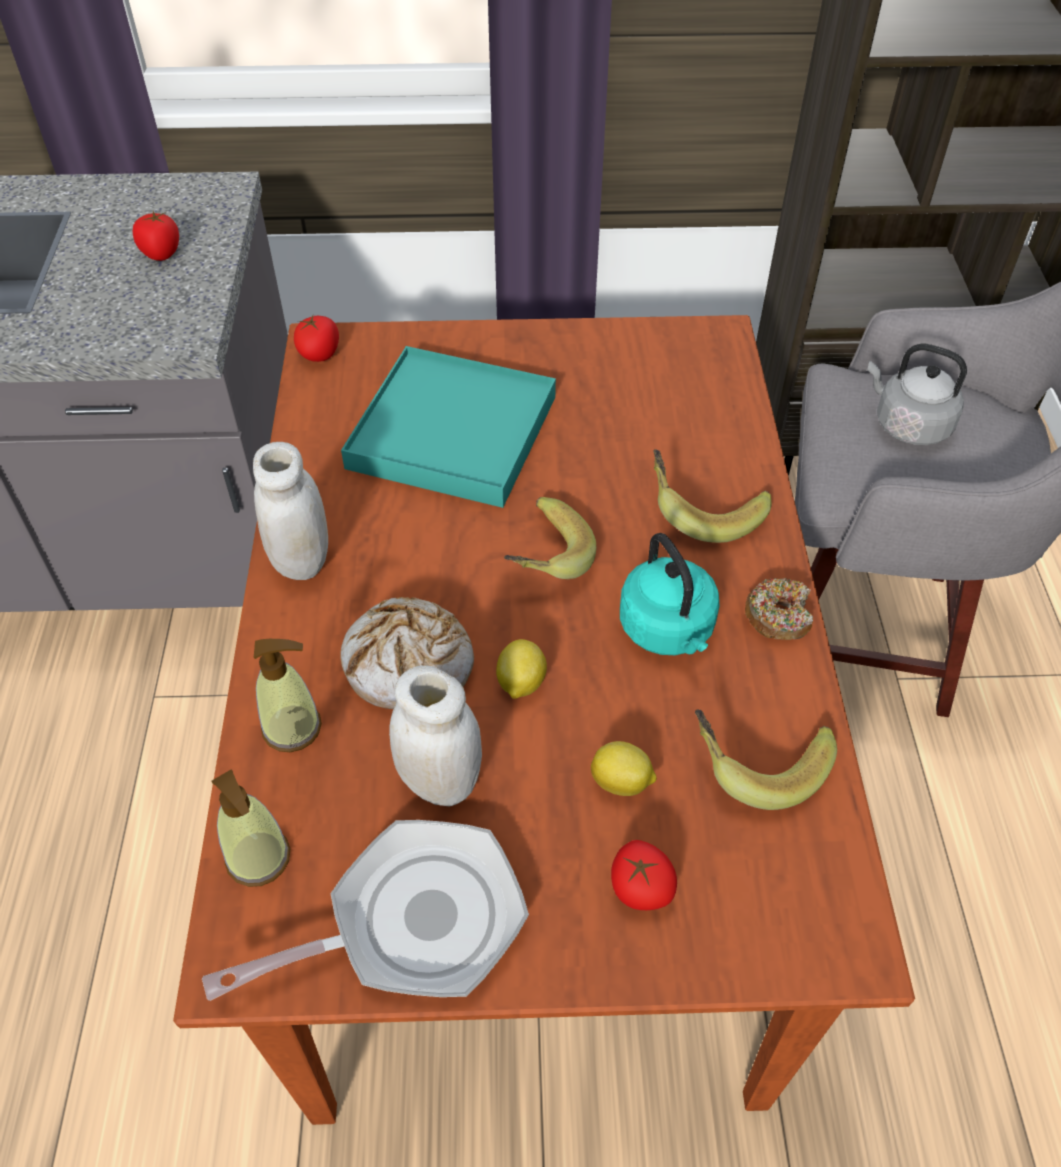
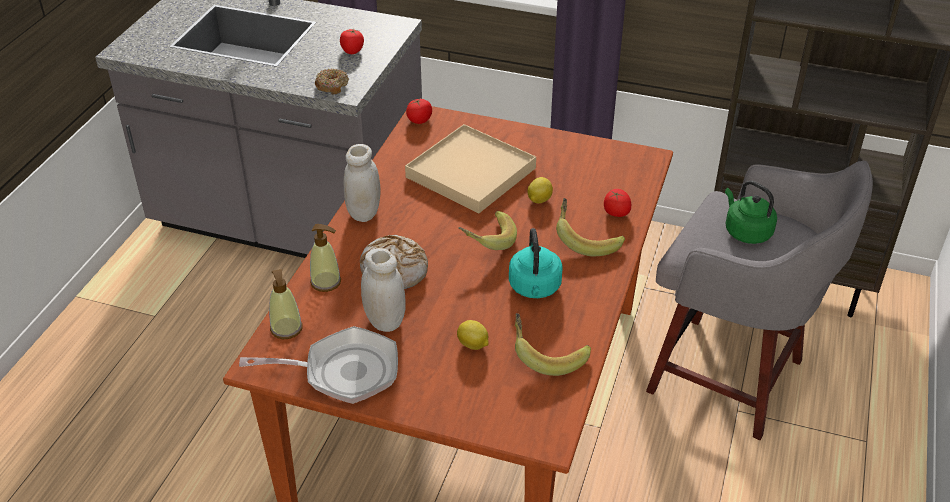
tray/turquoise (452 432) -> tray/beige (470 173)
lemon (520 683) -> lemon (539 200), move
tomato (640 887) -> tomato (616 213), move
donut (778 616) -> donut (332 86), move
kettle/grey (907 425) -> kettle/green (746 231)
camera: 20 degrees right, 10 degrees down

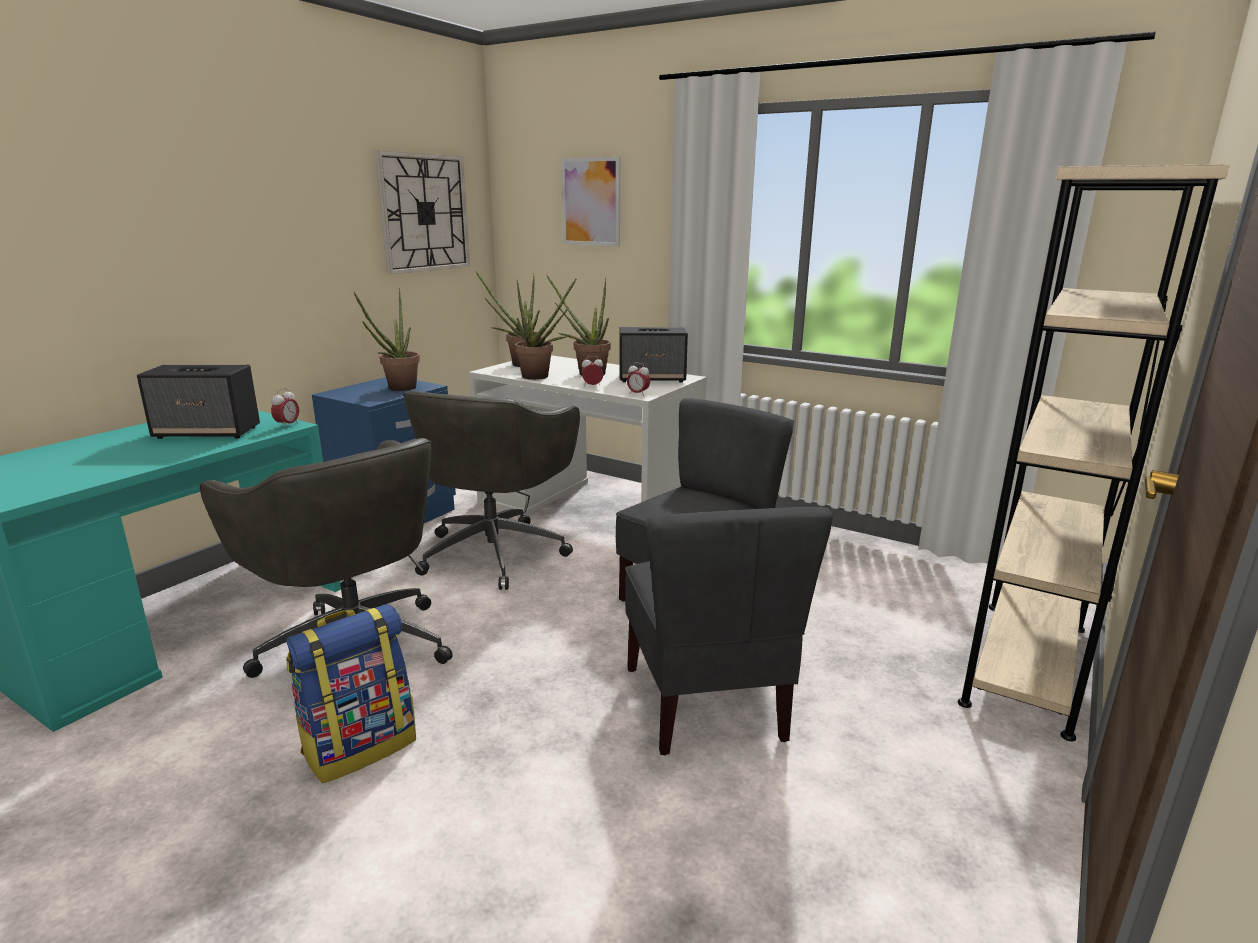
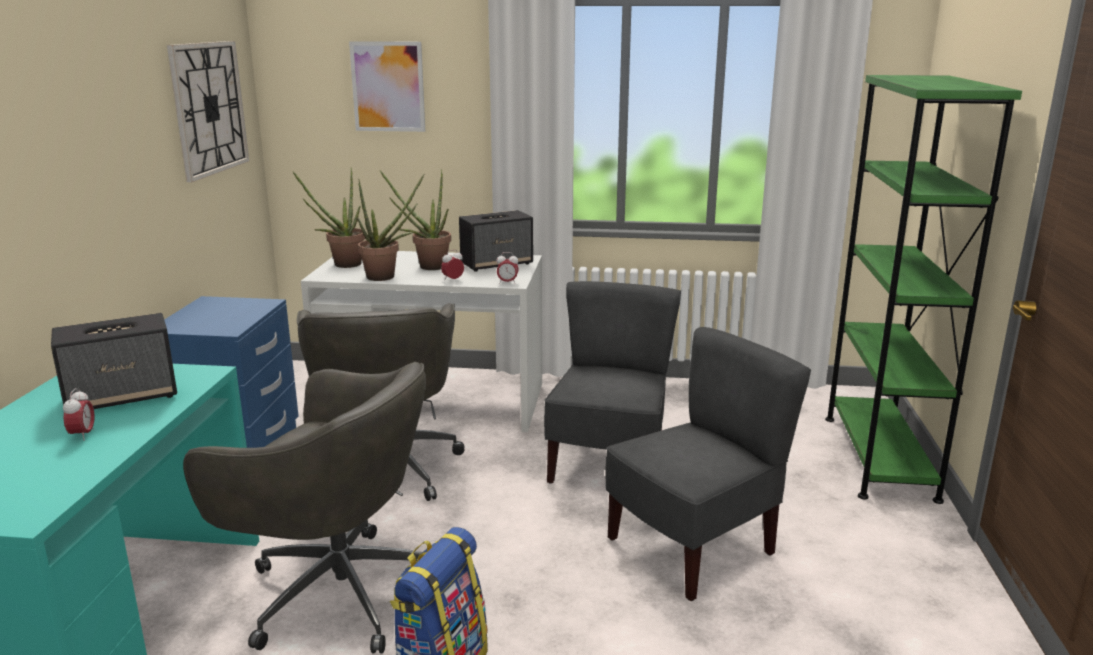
alarm clock (287 425) -> alarm clock (83 435), move
potted plant (397 389) -> none
chair/grey (707 703) -> chair/grey (693 548), 90 degrees counterclockwise
bookcase/beige (1026 663) -> bookcase/green (879 456)
camera: 25 degrees left, 0 degrees up

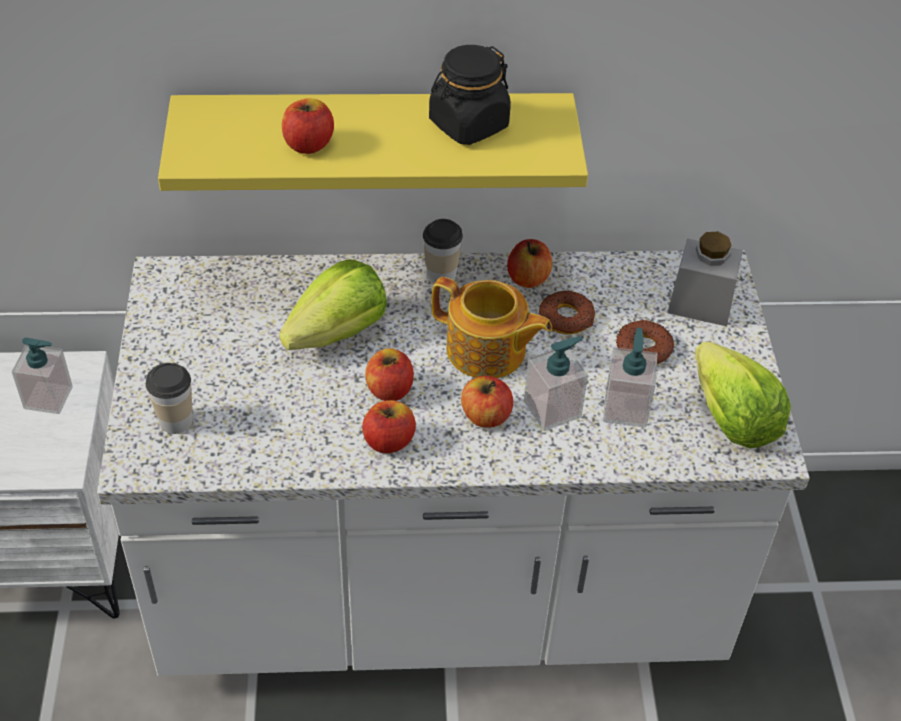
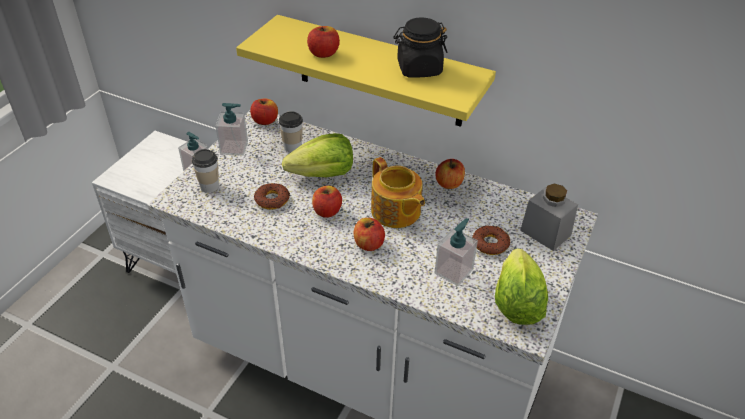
apple (388 441) -> apple (265 121), move
cup (441 275) -> cup (292 147), move
soap dispenser (552 409) -> soap dispenser (234 148), move
donut (566 318) -> donut (272 200), move
camera: 30 degrees right, 5 degrees down

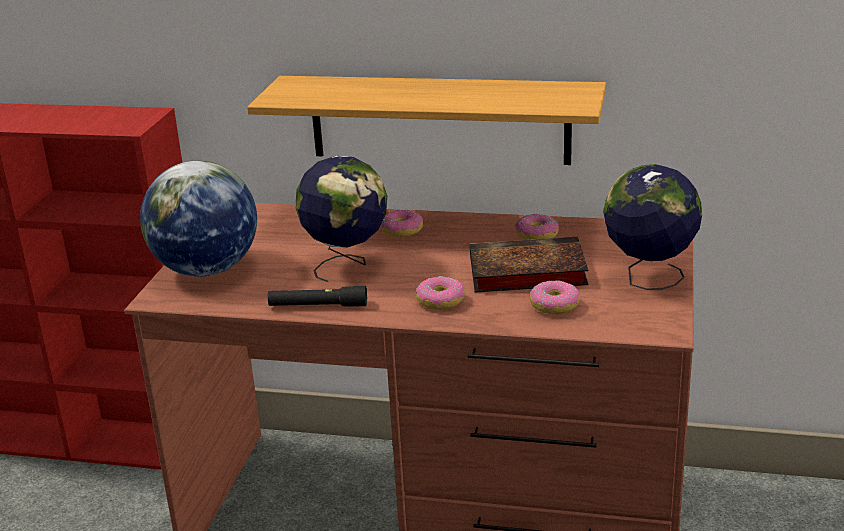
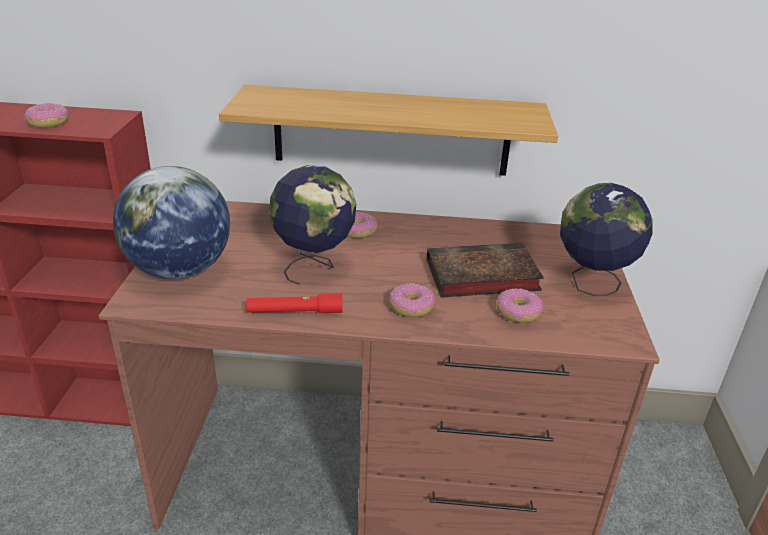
flashlight/black (318 306) -> flashlight/red (295 312)
donut (537 236) -> donut (49 123), move
camera: 10 degrees left, 5 degrees up

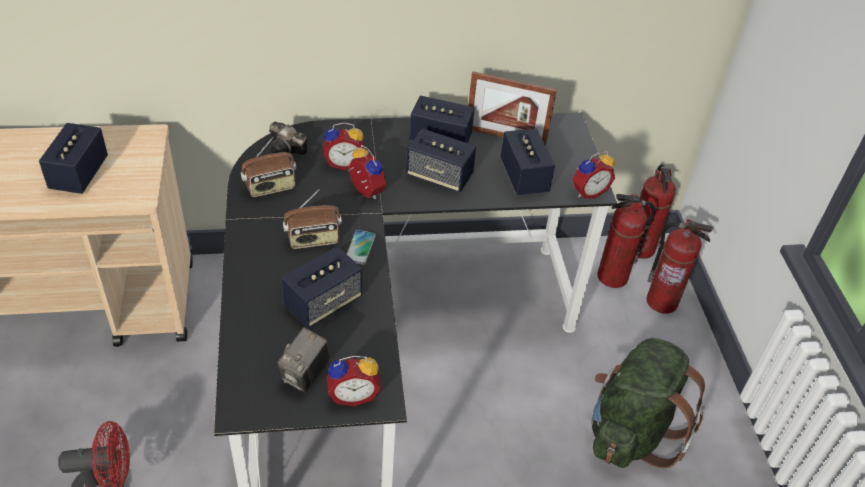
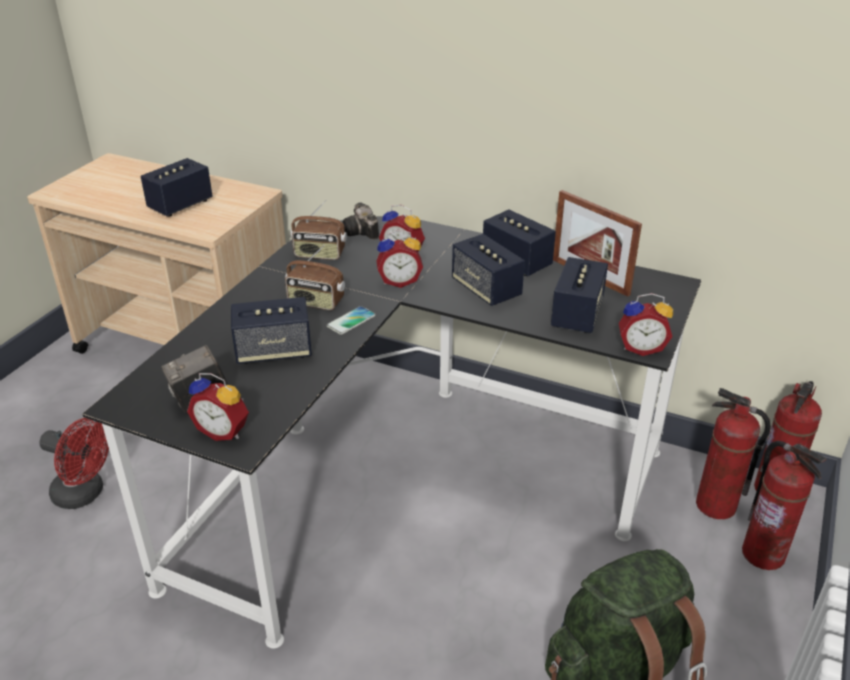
alarm clock (364 192) -> alarm clock (399 281), 90 degrees clockwise
camera: 35 degrees right, 10 degrees down

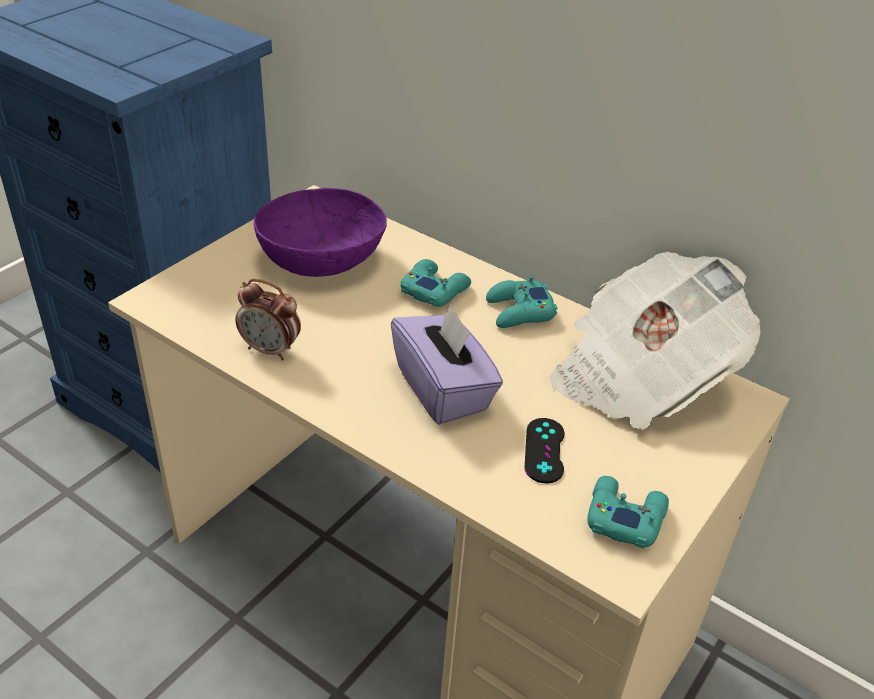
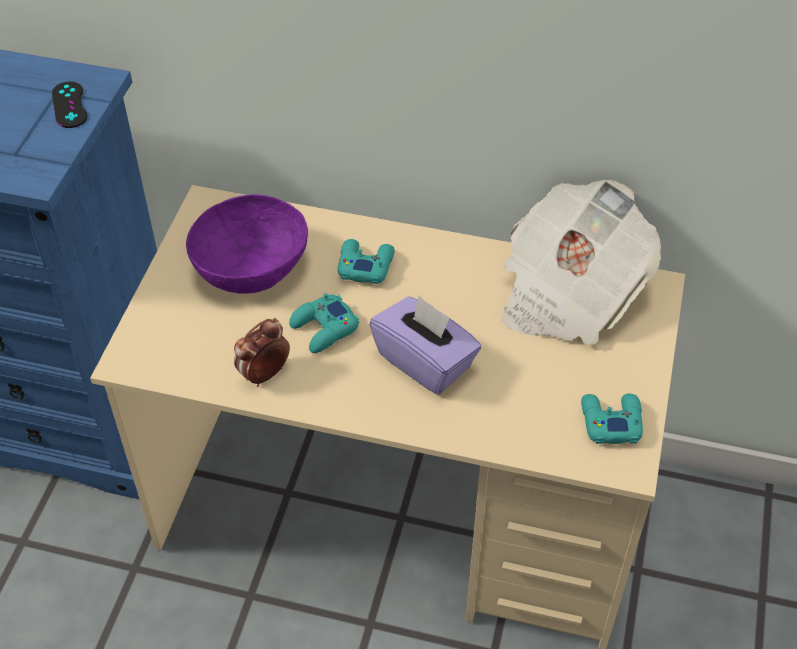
alarm clock (271 350) -> alarm clock (264 374), 135 degrees clockwise
game controller/turquoise (519 311) -> game controller/turquoise (324 329), move
game controller/black (544 450) -> game controller/black (69 105), move
camera: 20 degrees left, 10 degrees up

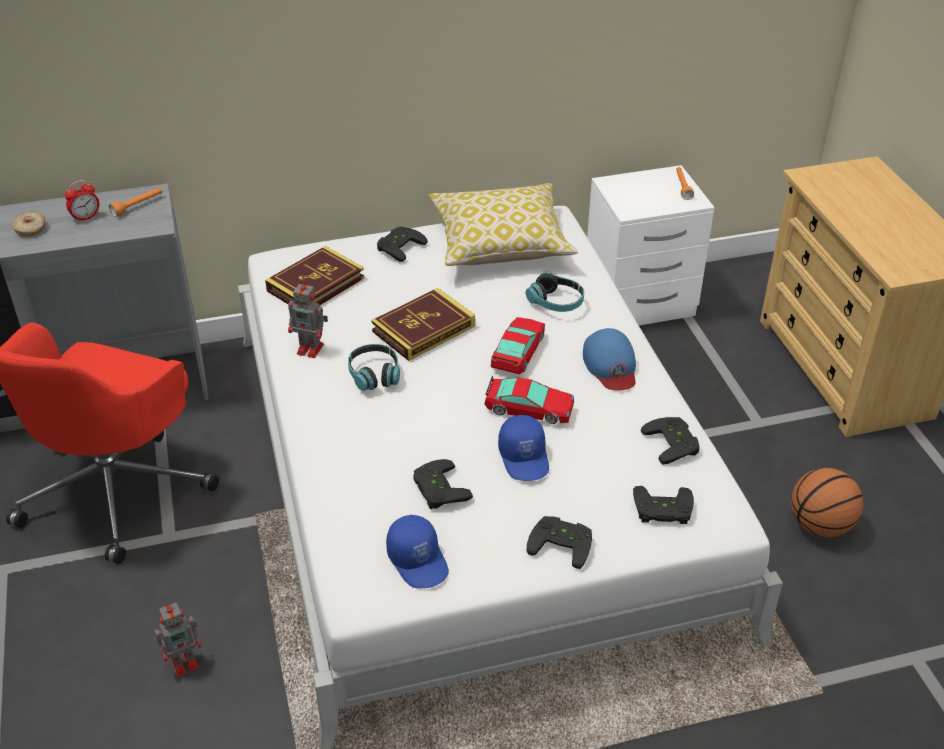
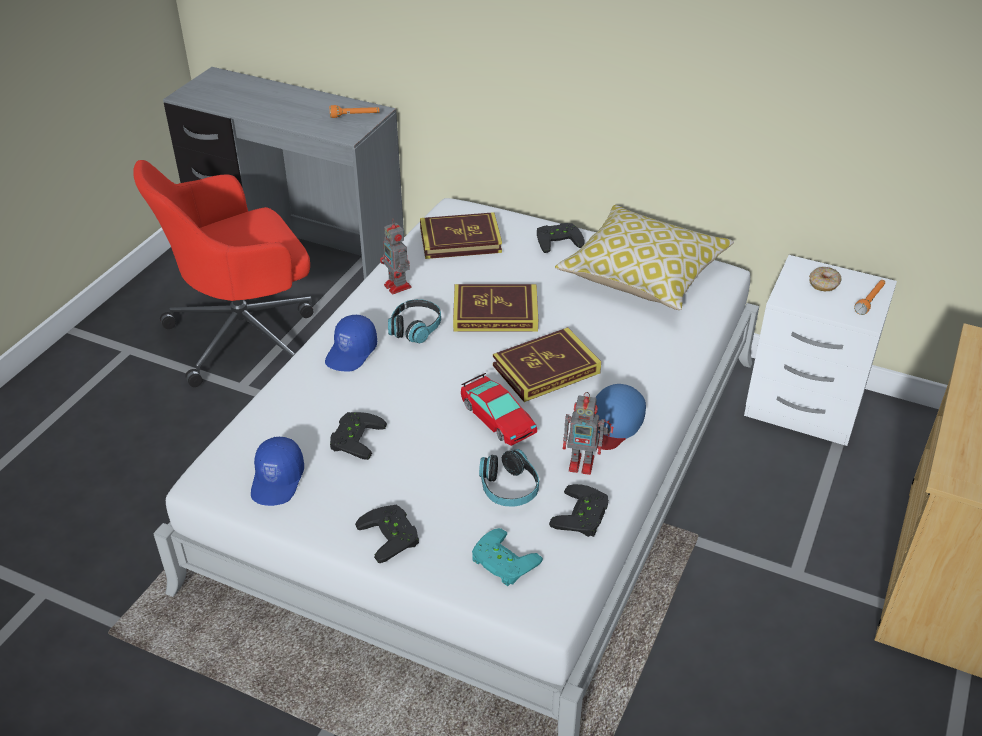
donut (31 229) -> donut (824 284), move
alarm clock (86 217) -> none
toy robot (185 662) -> toy robot (583 464), move
toy car (518 352) -> book (546 369)
cap/blue (525 457) -> cap/blue (352 353), move
headphones (556 302) -> headphones (509 488), move
game controller/black (662 511) -> game controller/turquoise (501 563)
basketball (820 526) -> none
camera: 40 degrees right, 0 degrees up

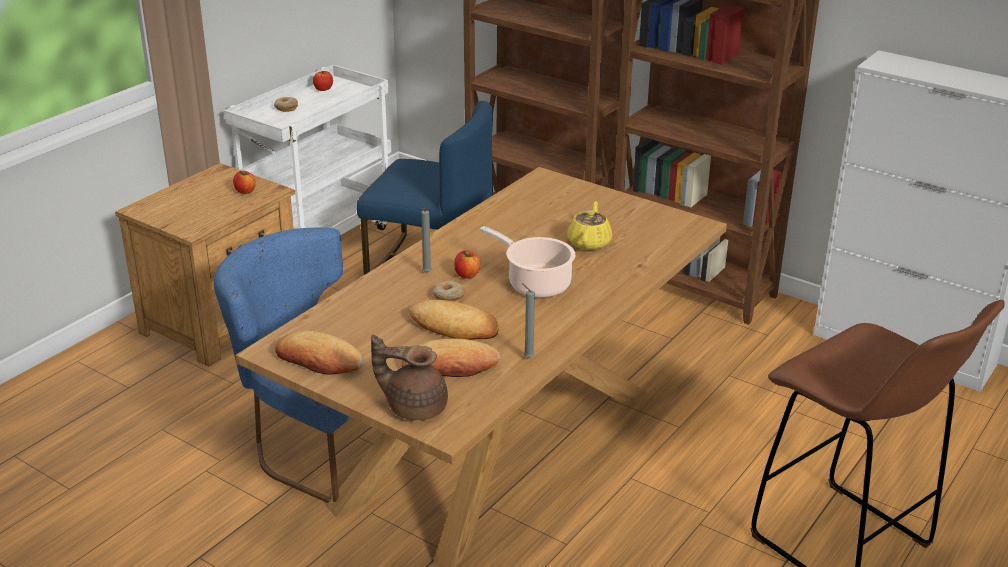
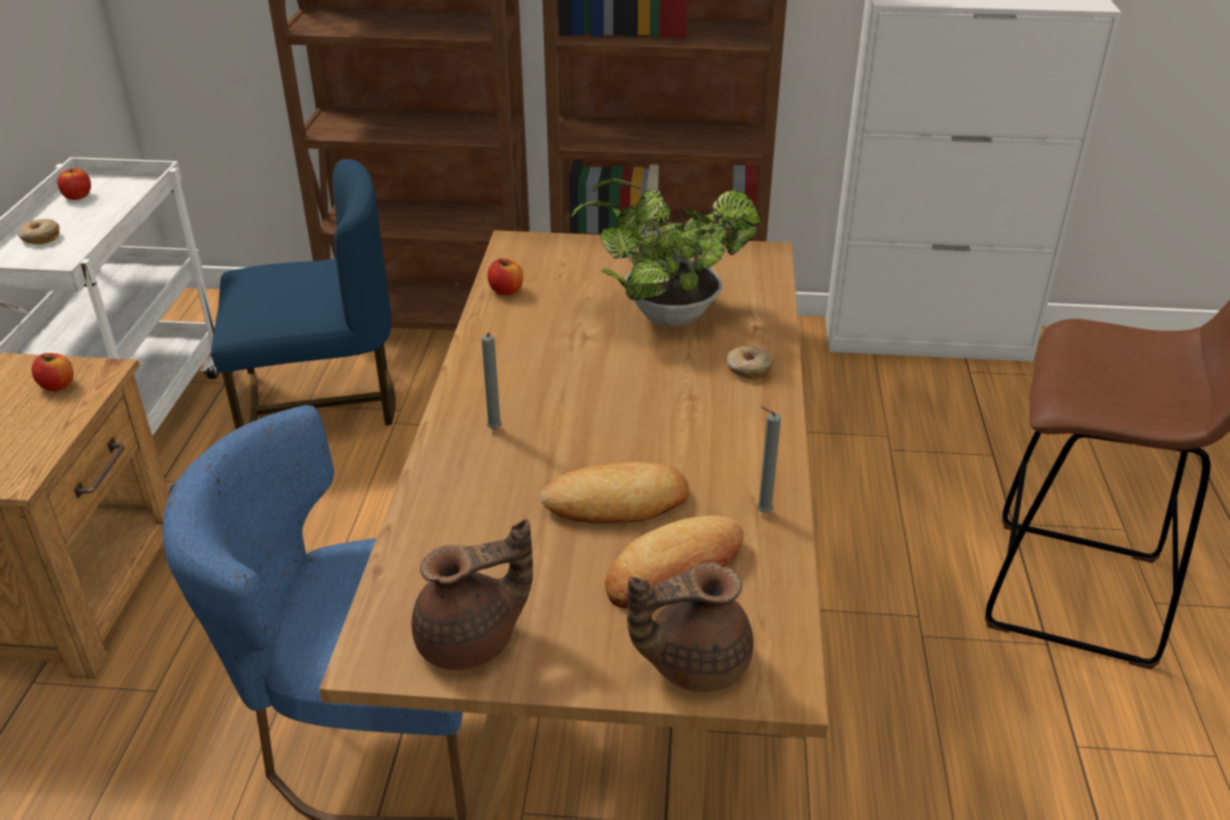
bread (319 360) -> teapot/brown (471 641)
donut (448 297) -> donut (749 369), move
apple (467 275) -> apple (506 291), move
cooking pot (535 283) -> none
teapot/yellow (589 242) -> potted plant (663 315)
camera: 30 degrees left, 5 degrees up

